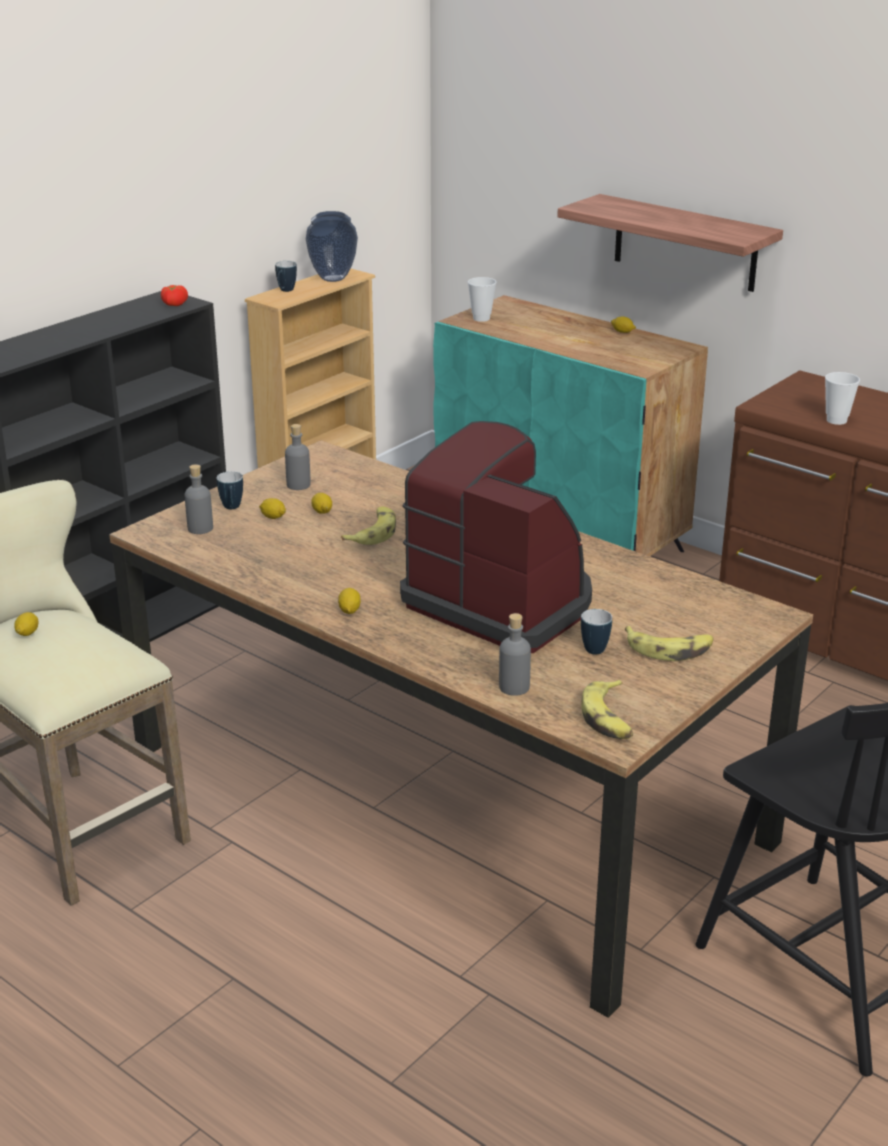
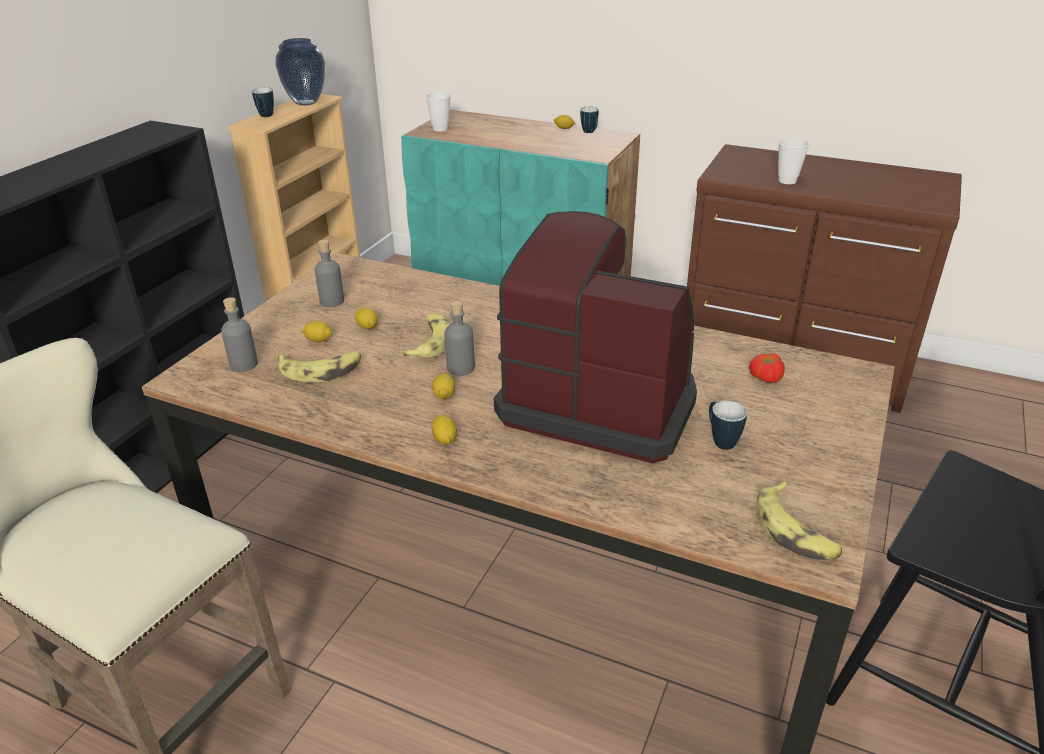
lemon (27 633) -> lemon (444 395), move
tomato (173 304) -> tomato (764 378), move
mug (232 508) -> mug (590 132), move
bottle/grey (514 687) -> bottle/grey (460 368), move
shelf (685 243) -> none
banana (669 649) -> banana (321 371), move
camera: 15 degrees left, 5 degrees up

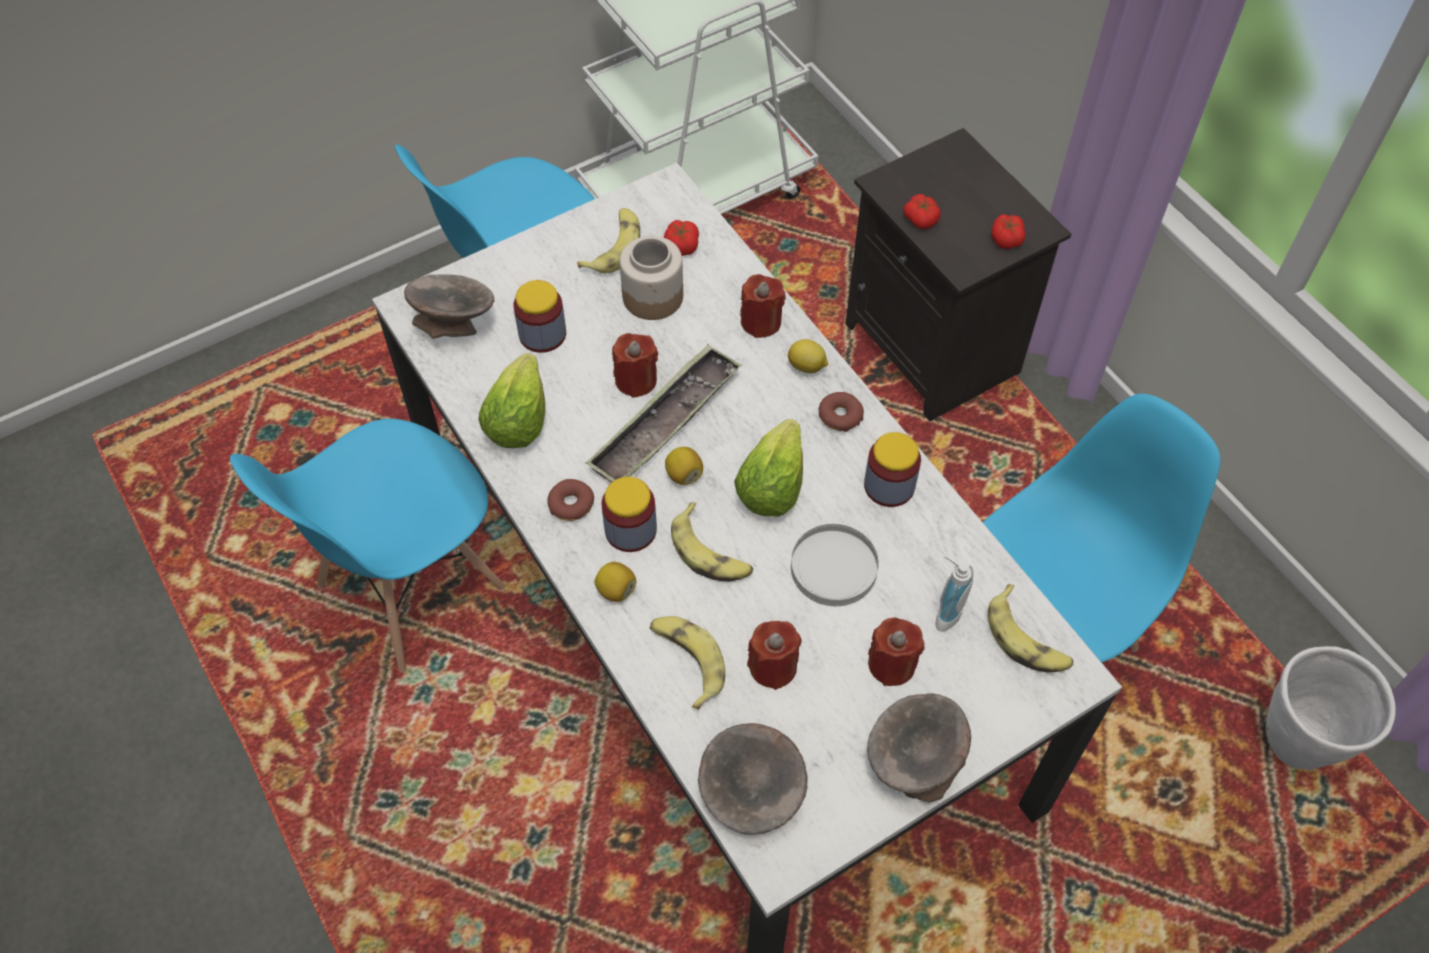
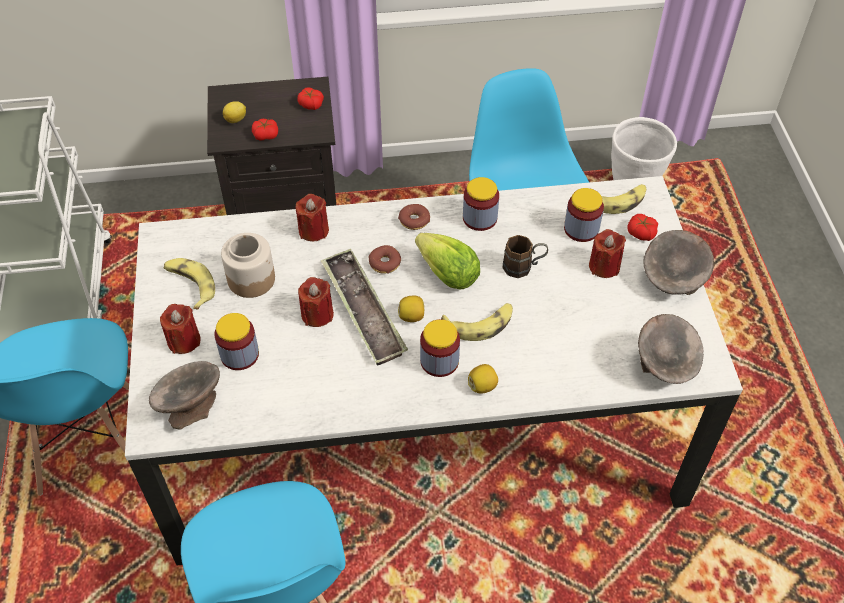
lettuce (518 421) -> none
donut (571 504) -> donut (385 263), move
banana (687 661) -> none
tomato (681 245) -> tomato (641 233), move
candle/red (773 666) -> candle/red (184 341), move
lemon (807 367) -> lemon (236 119), move
plate/white (834 567) -> mug/brown (524 267)
soap dispenser (944 613) -> jar (581 229)
camera: 65 degrees left, 5 degrees down

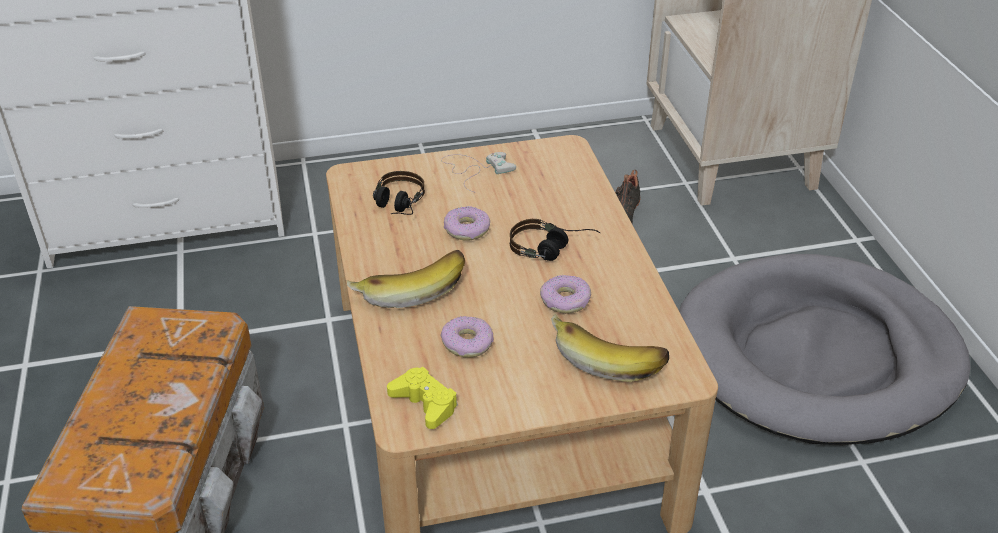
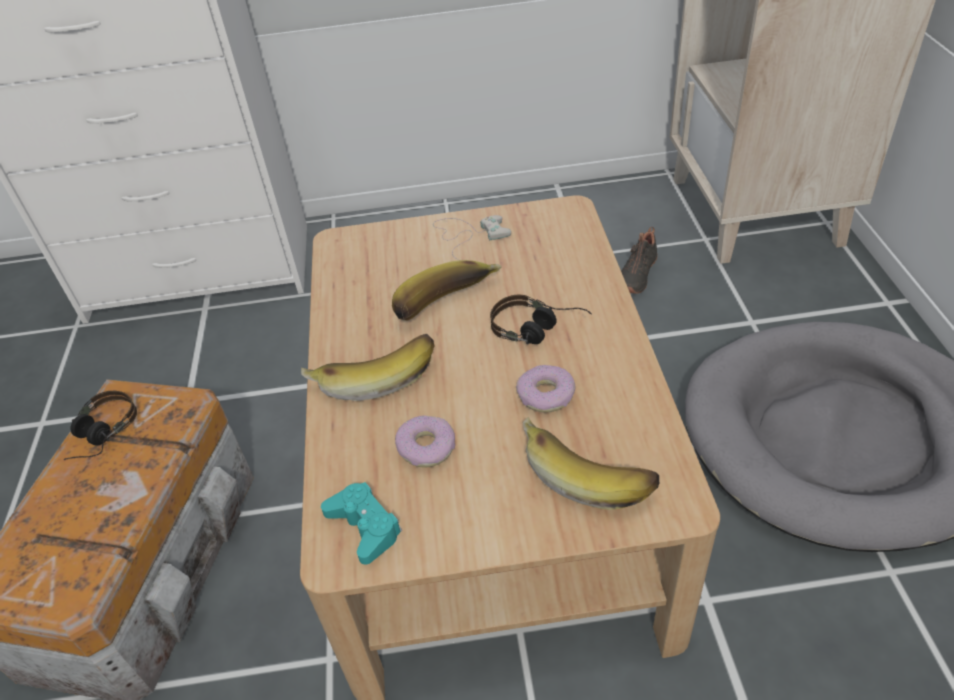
headphones (396 207) -> headphones (99 437), move
game controller/yellow (425 403) -> game controller/turquoise (365 526)
donut (467 230) -> banana (448 305)
camera: 10 degrees right, 5 degrees up

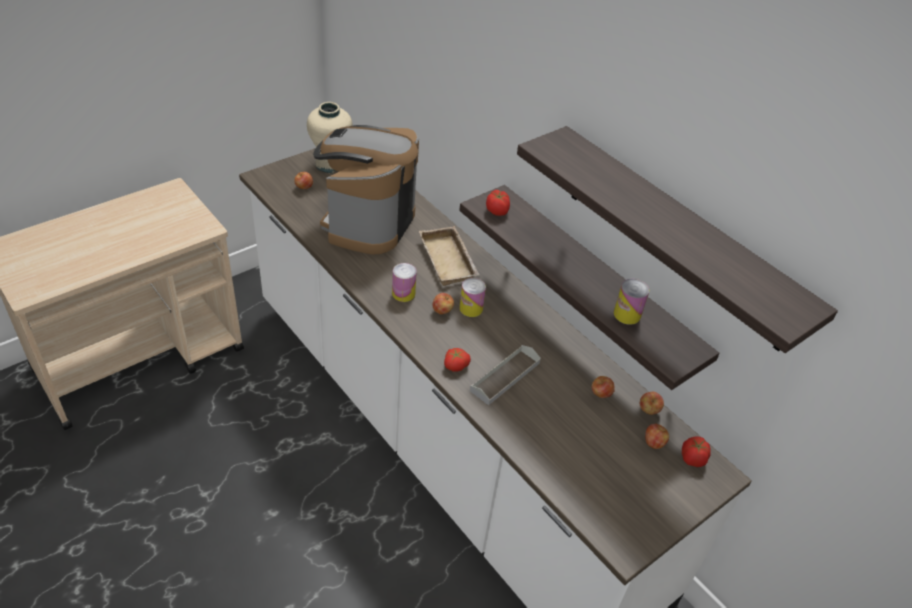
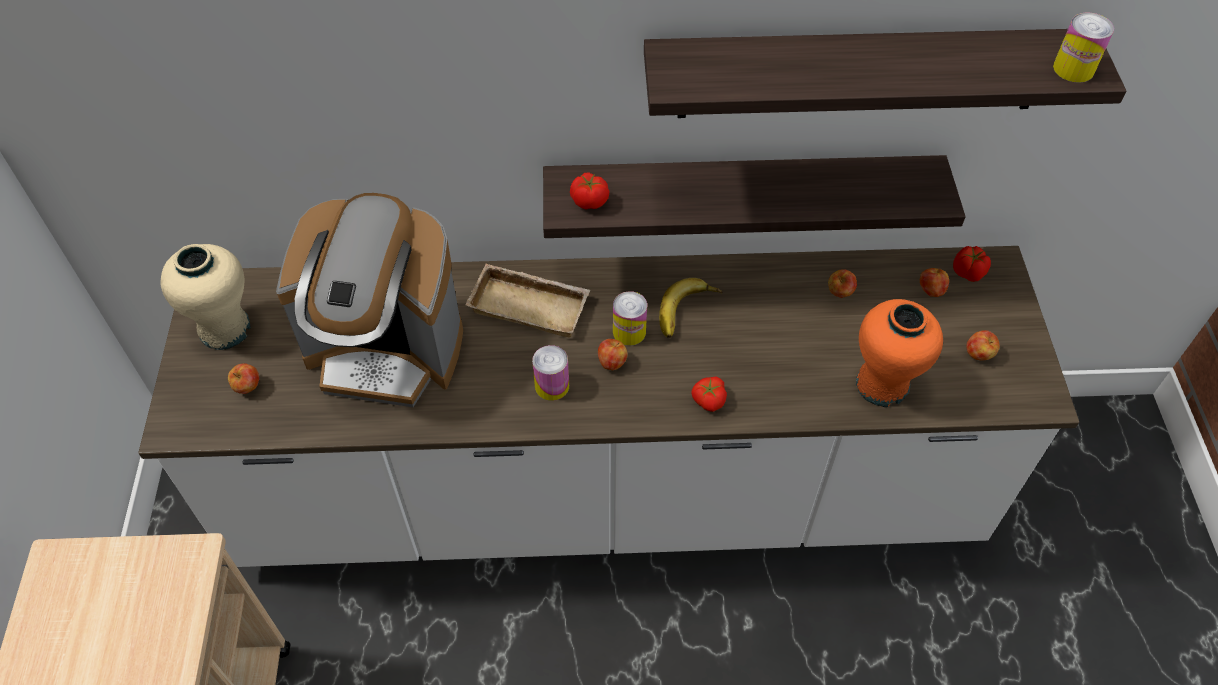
coffee machine (367 222) -> coffee machine (387 352), 45 degrees counterclockwise
tray/grey (505 377) -> none
can (627 314) -> can (1073 69), move
apple (648 410) -> apple (979 354), move
none -> banana (688 313)
none -> vase/orange (882 384)
camera: 50 degrees left, 10 degrees up

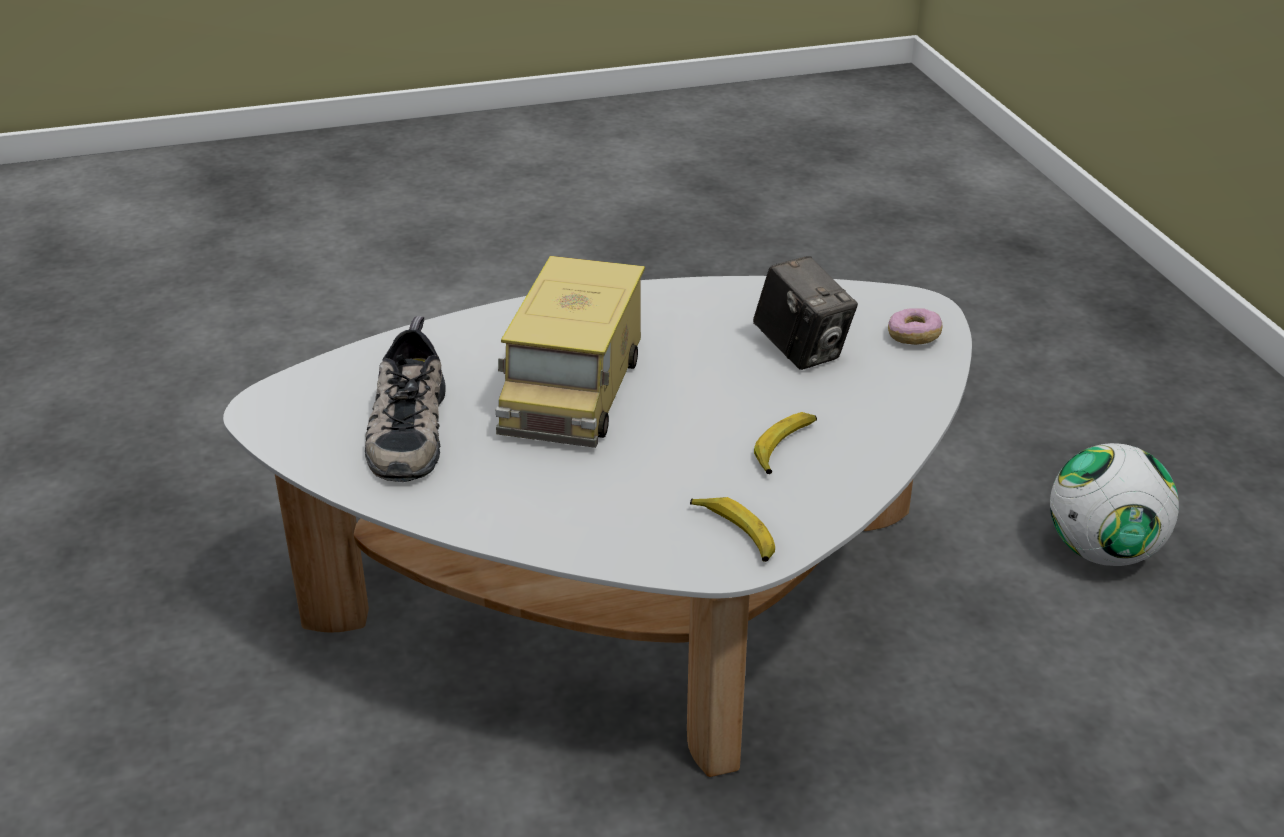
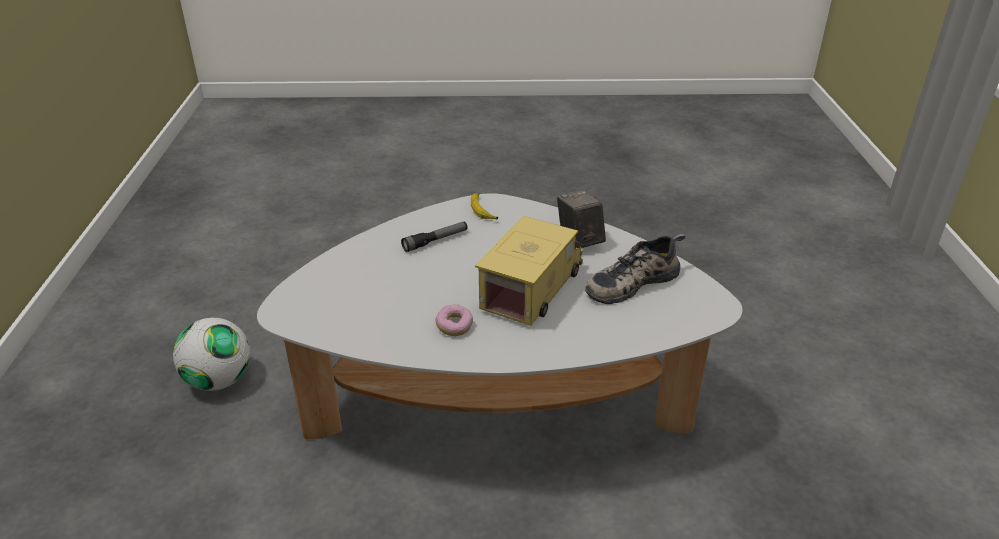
shoe (406 427) -> shoe (632 281), 135 degrees counterclockwise
photo camera (801 350) -> photo camera (579 240), move
banana (784 448) -> flashlight (435 241)
donut (913 337) -> donut (454 327), move
camera: 165 degrees left, 0 degrees up

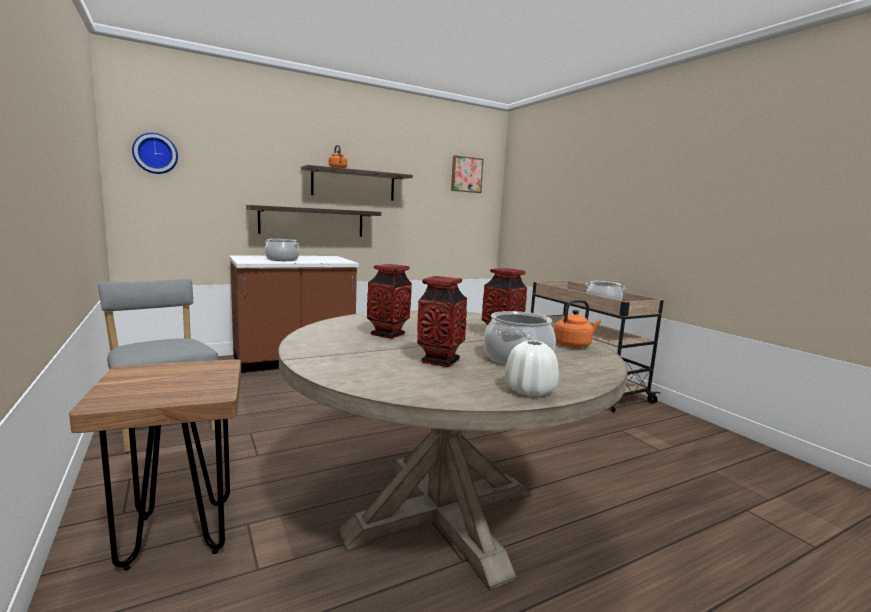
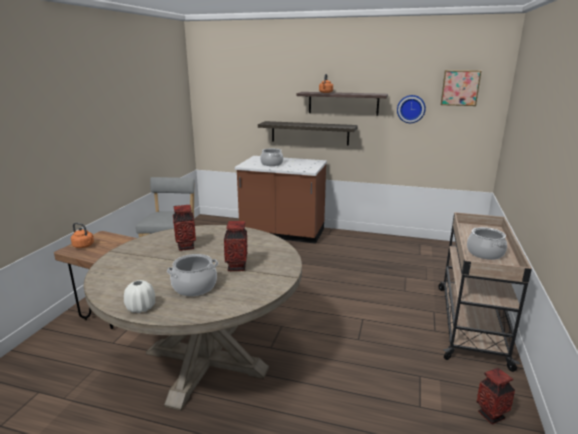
wall clock (155 153) -> wall clock (411 109), move
vase (440 361) -> vase (491 415), move
kettle/orange (574 345) -> kettle/orange (84 246), move
camera: 45 degrees right, 10 degrees up

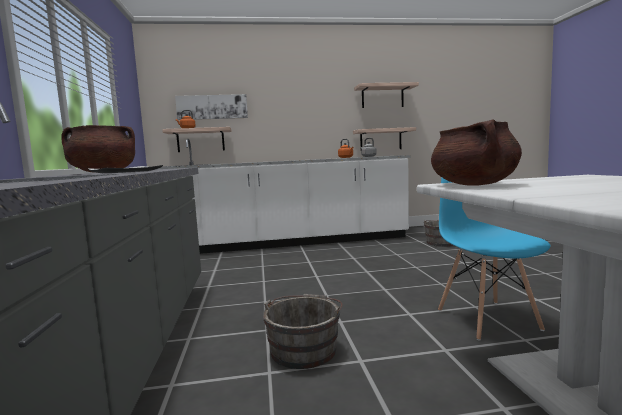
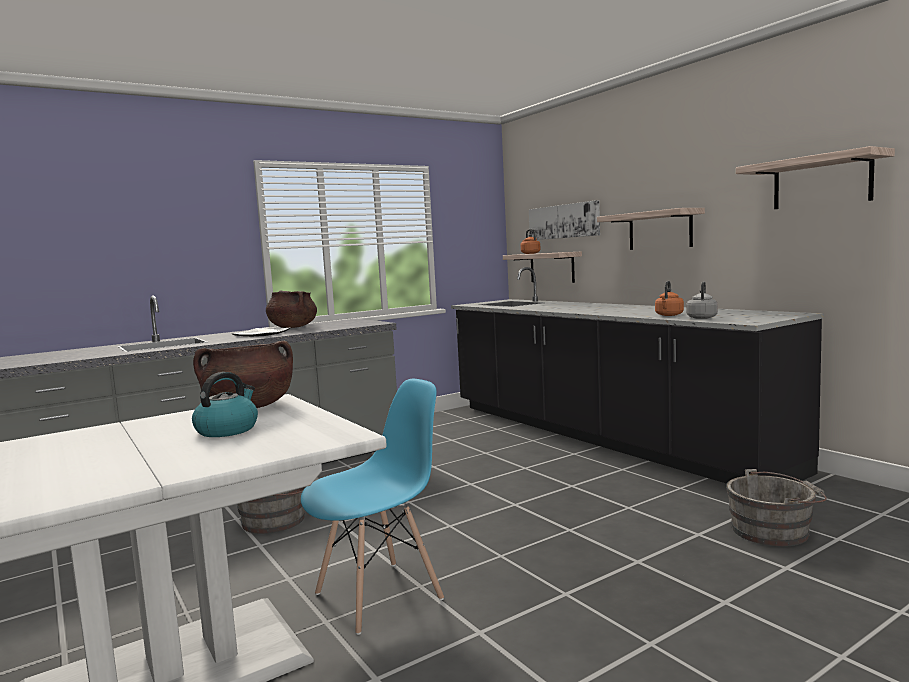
counter/white (283 243) -> counter/black (600 435)
shelf (380 140) -> shelf (660 230), move
none -> kettle (227 430)
camera: 65 degrees right, 0 degrees up

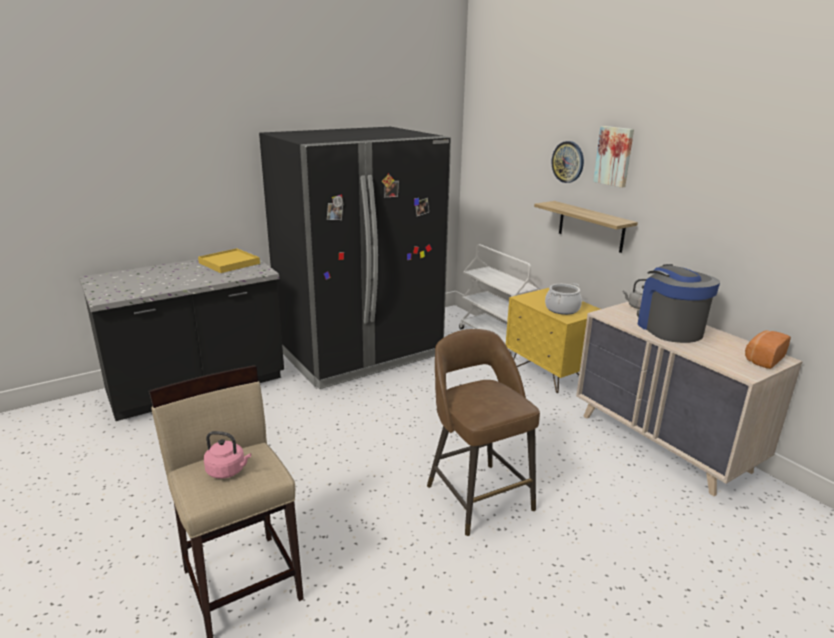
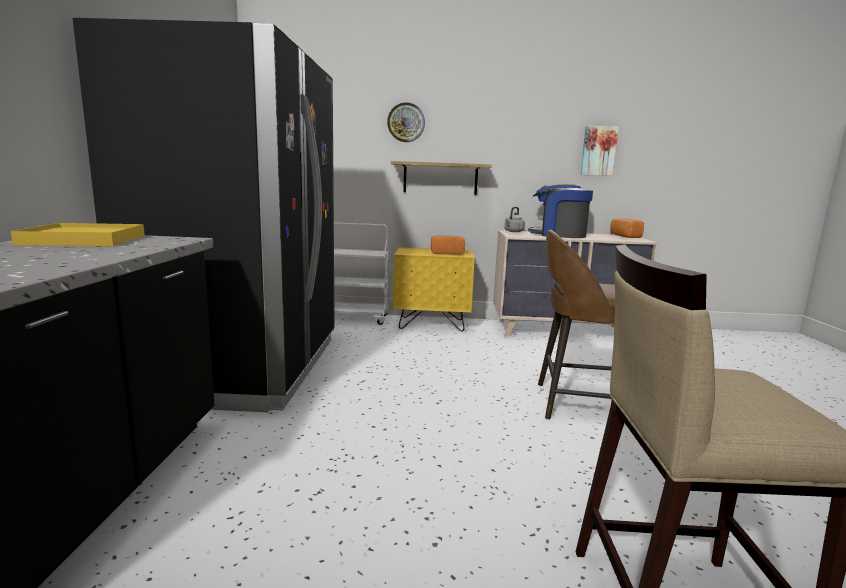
kettle/pink (228 471) -> none
cooking pot (562 309) -> bread (446 253)
picture (614 156) -> picture (598 151), move
camera: 55 degrees left, 10 degrees down

